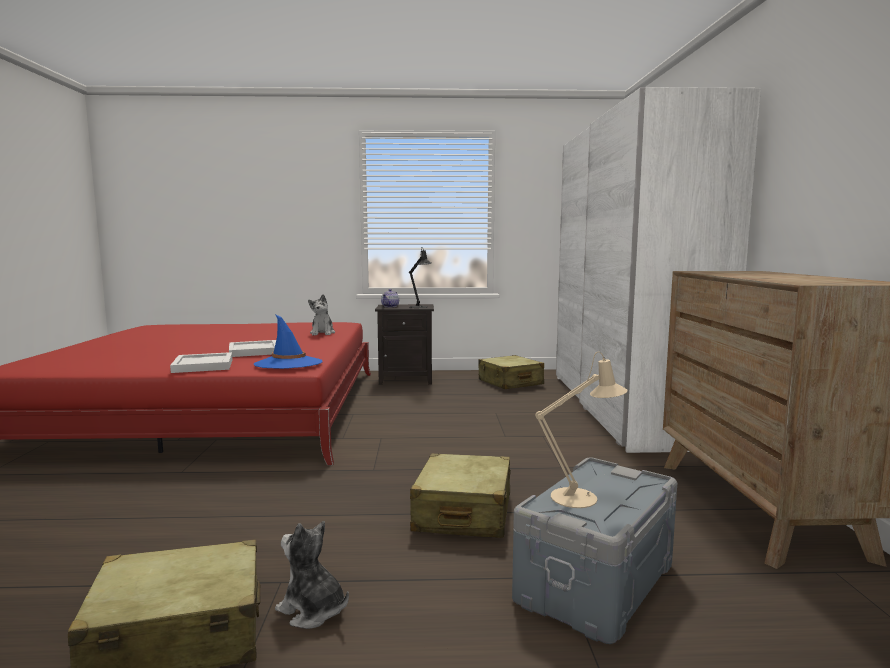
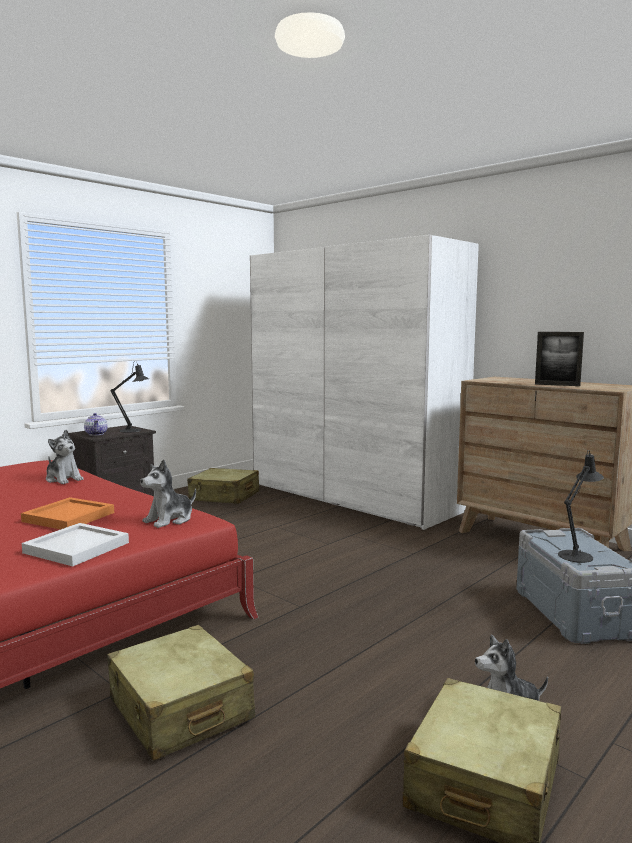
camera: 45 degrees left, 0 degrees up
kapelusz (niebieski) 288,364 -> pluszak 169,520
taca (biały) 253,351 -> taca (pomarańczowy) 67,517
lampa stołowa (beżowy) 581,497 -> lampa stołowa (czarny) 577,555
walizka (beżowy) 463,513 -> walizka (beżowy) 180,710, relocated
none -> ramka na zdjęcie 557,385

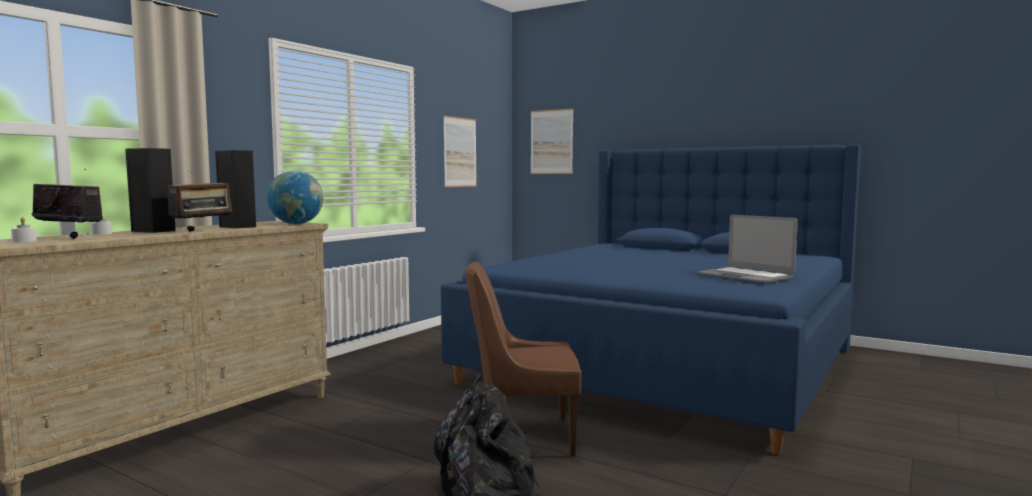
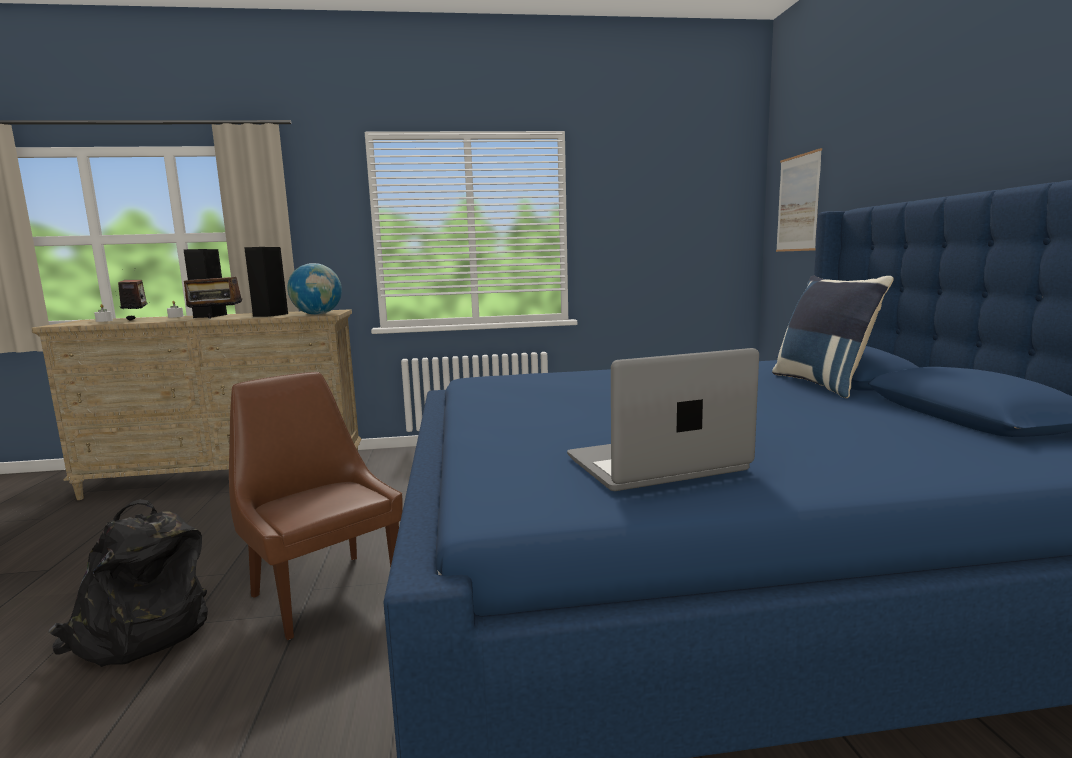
camera: 50 degrees right, 5 degrees up
obraz 460,152 -> none
laptop 745,276 -> laptop 656,465, 60 degrees clockwise
none -> poduszka (niebieski) 824,384

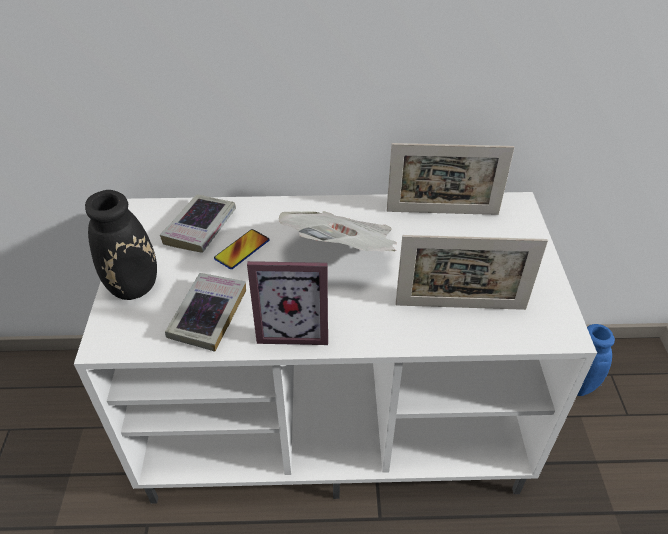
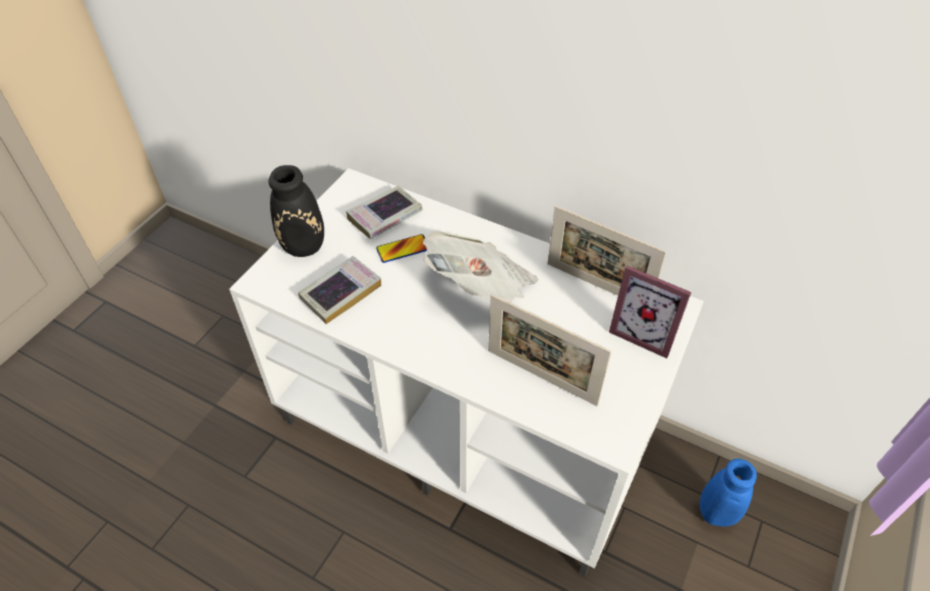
camera: 30 degrees right, 5 degrees up
ramka na zdjęcie 293,328 -> ramka na zdjęcie 644,333, relocated

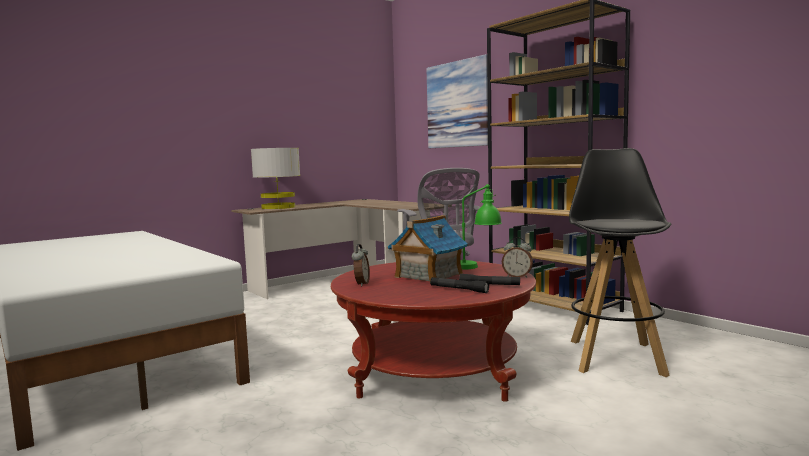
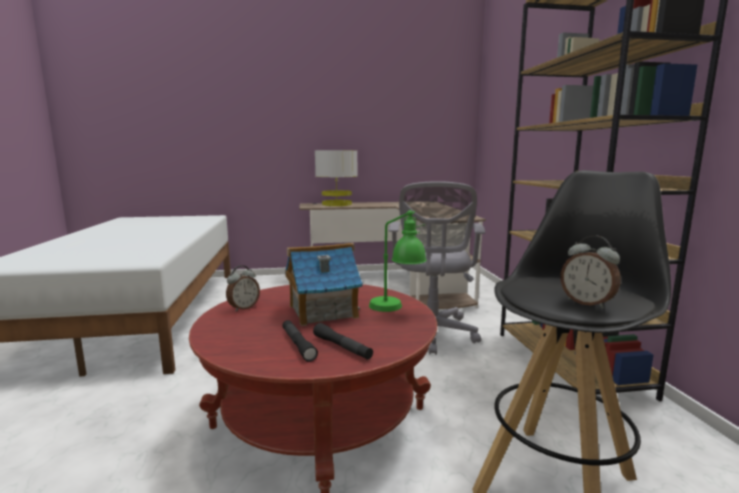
camera: 30 degrees right, 5 degrees up
obraz 457,104 -> none
budzik 517,277 -> budzik 587,303, relocated

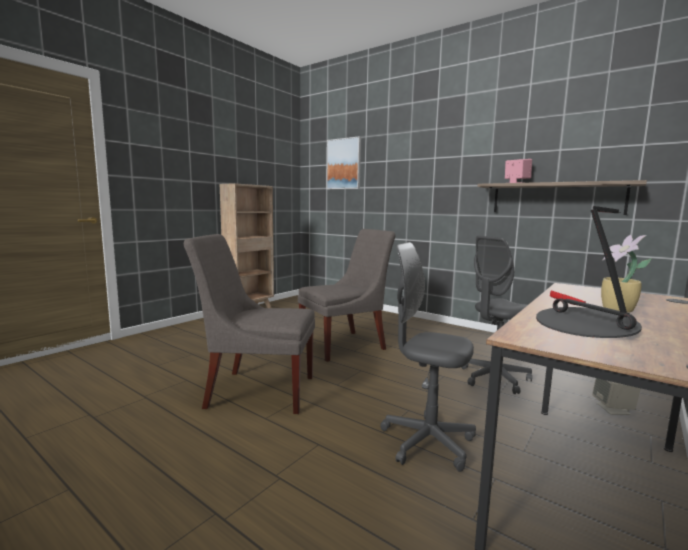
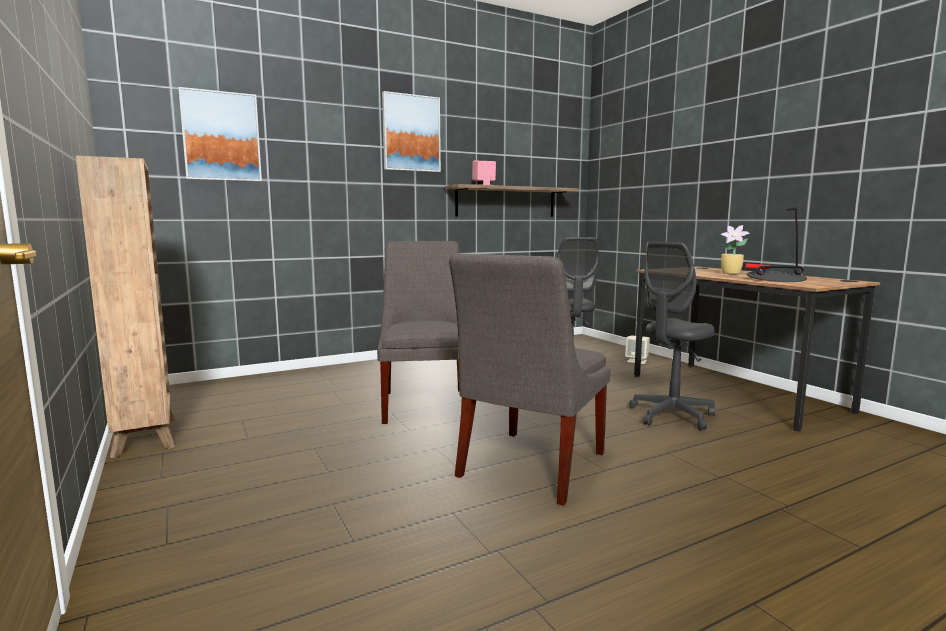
camera: 65 degrees left, 0 degrees up
none -> obraz 411,133

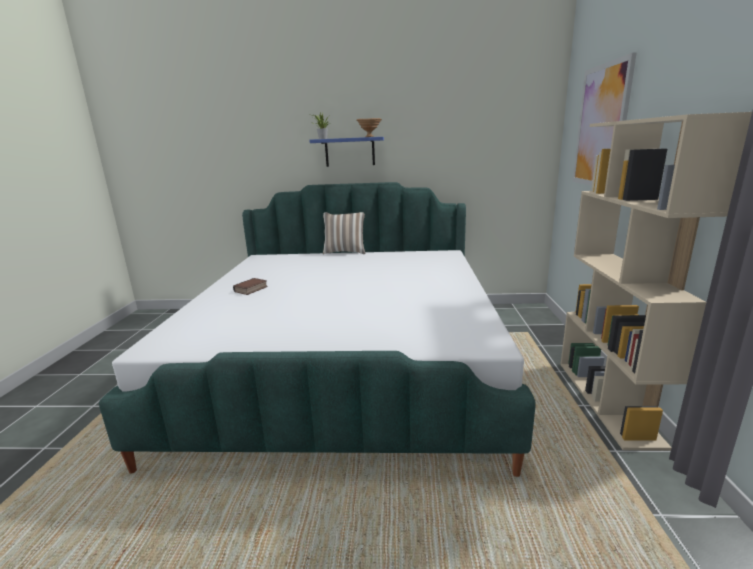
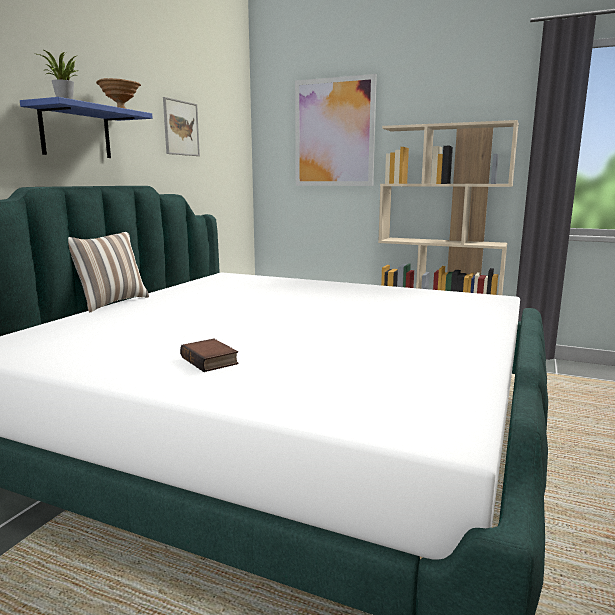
camera: 70 degrees left, 5 degrees down
none -> obraz 181,128

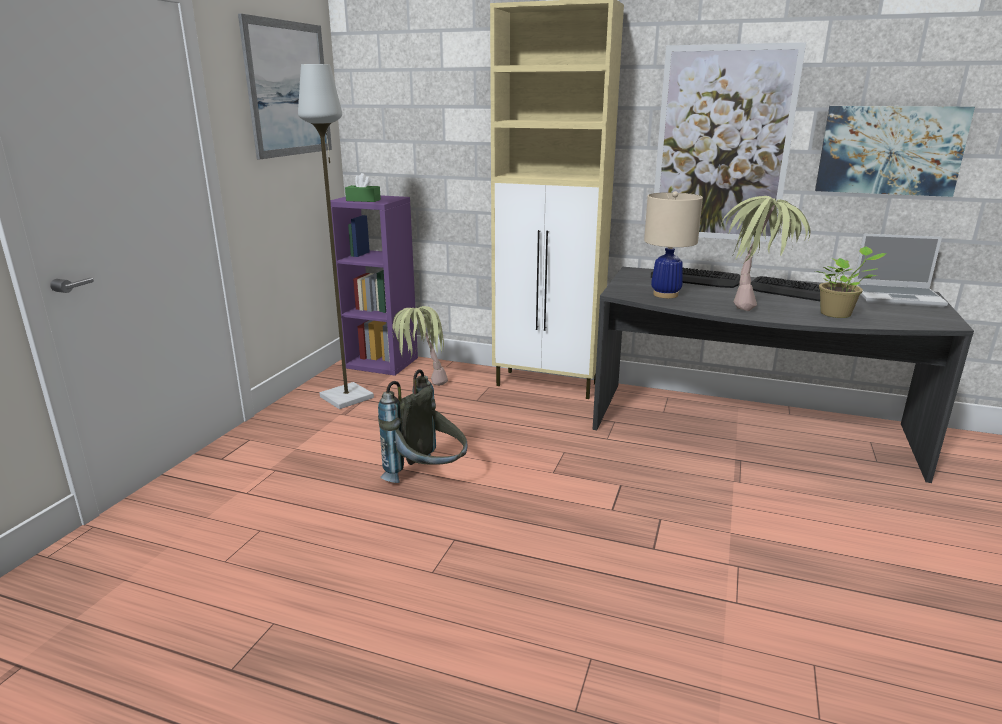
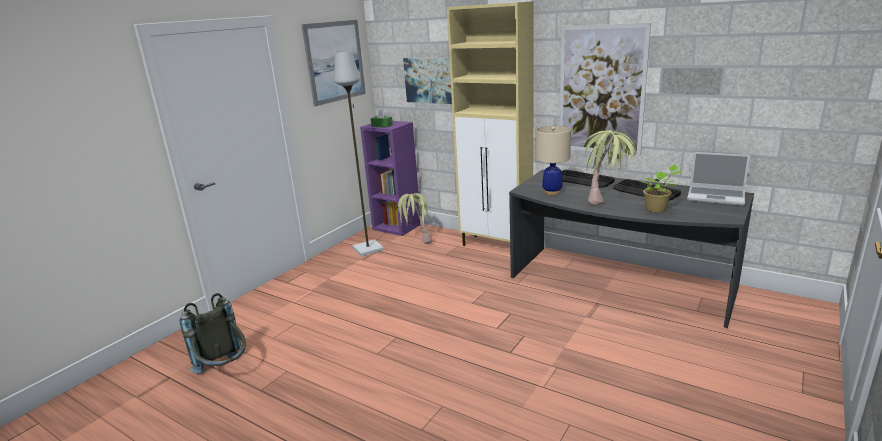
camera: 15 degrees right, 0 degrees up
obraz 889,150 -> obraz 433,80, relocated
plecak (szary) 429,479 -> plecak (szary) 225,371, relocated

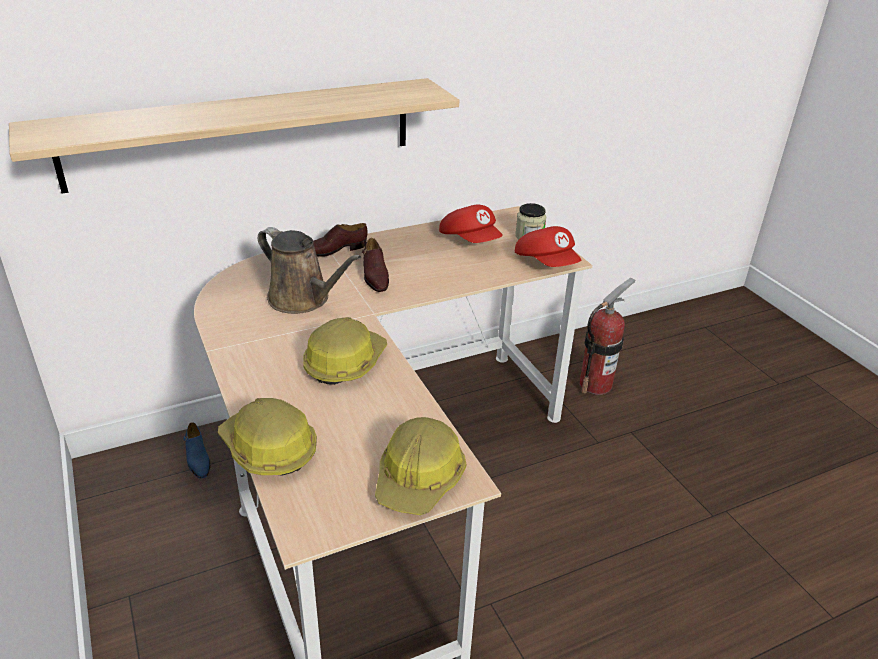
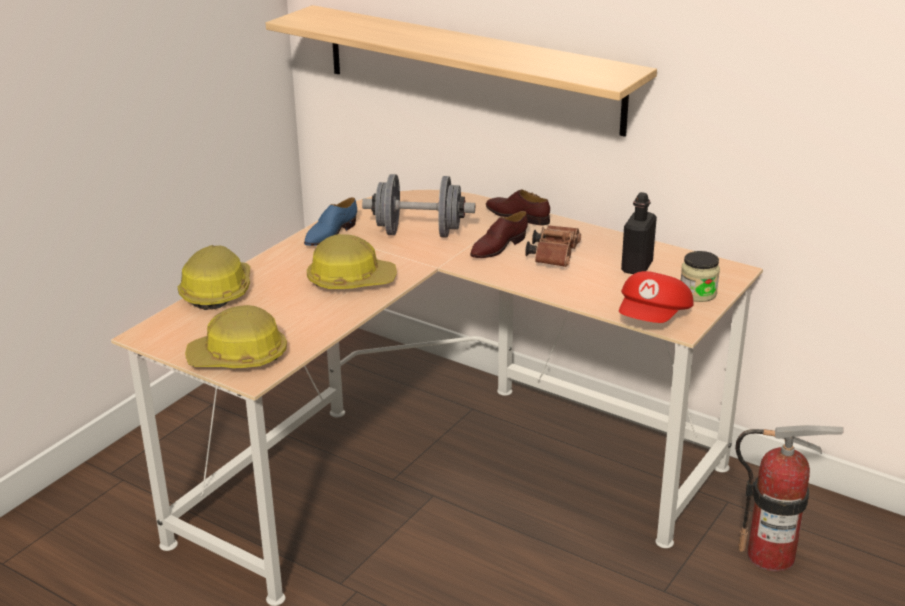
camera: 60 degrees right, 5 degrees down
czapka z daszkiem (czerwony) 470,240 -> butelka (czarny) 637,267
konewka (brązowy) 303,299 -> hantel (szary) 419,233
but (niebieski) 197,459 -> but (niebieski) 330,234, relocated
none -> lornetka (brązowy) 554,256

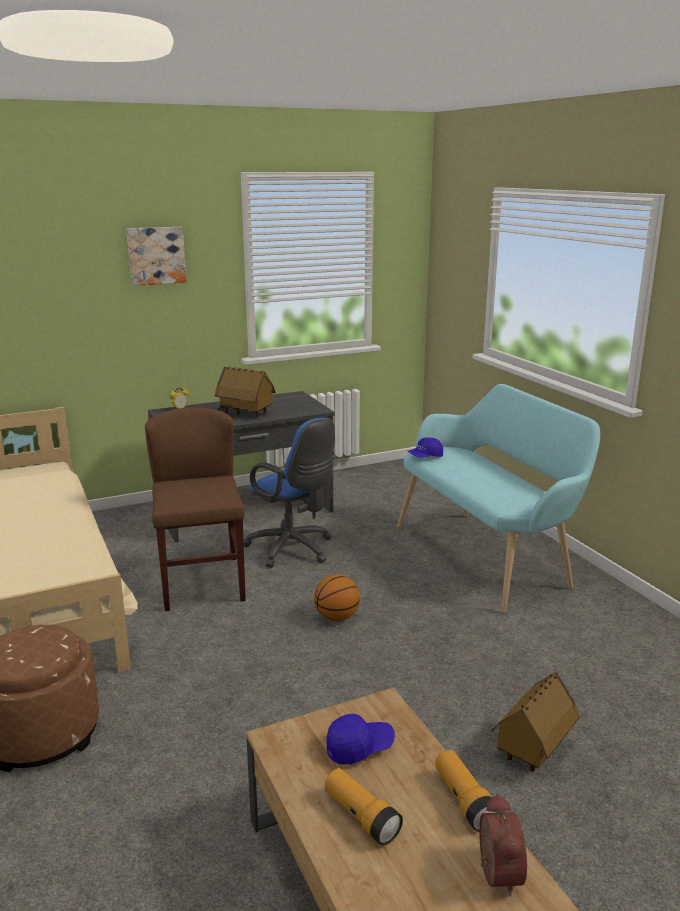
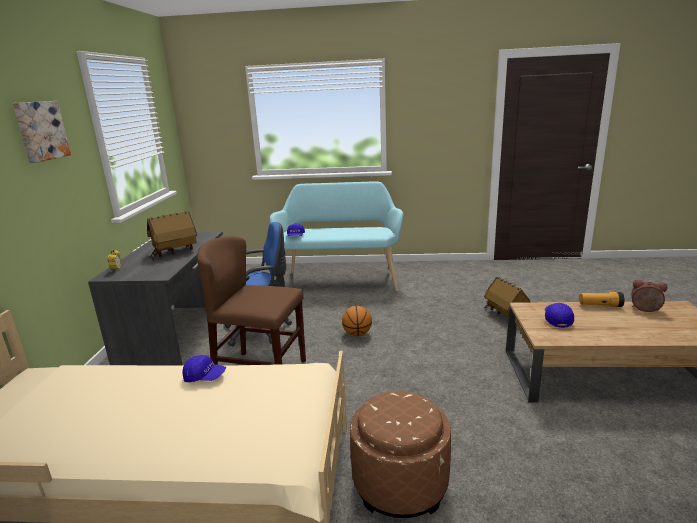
camera: 60 degrees left, 0 degrees up
latarka 361,816 -> none
none -> czapka z daszkiem (niebieski) 205,377

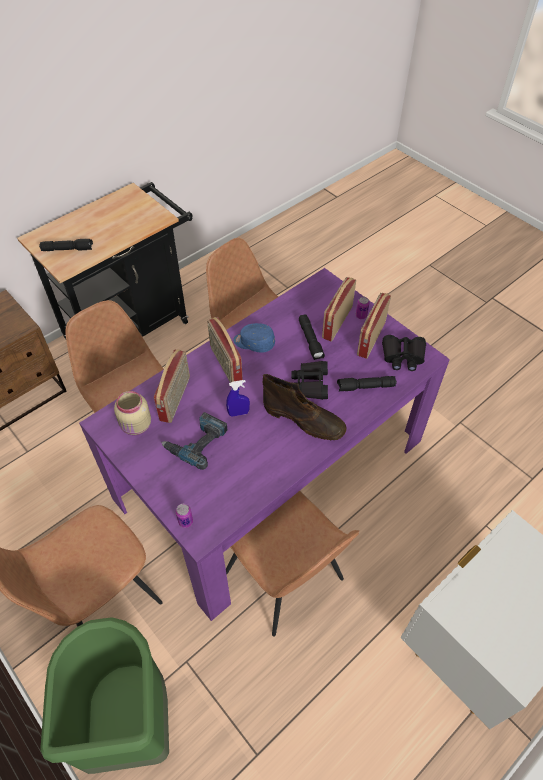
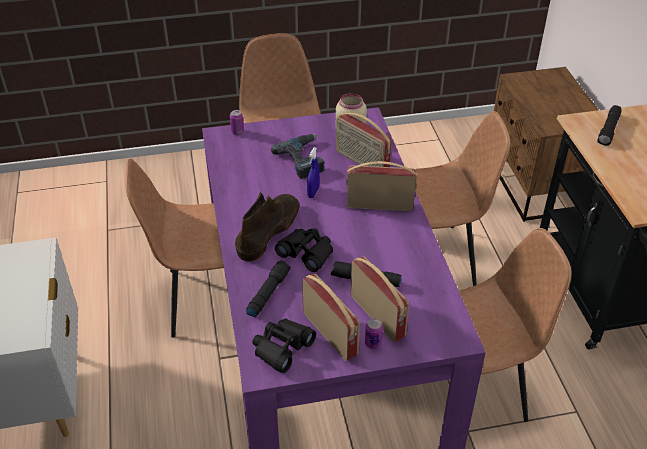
camera: 120 degrees right, 10 degrees down
czapka z daszkiem (niebieski) 254,343 -> none
but z cholewką (brązowy) 304,420 -> but z cholewką (brązowy) 269,231, 150 degrees clockwise
kosz na śmieci (zielony) 130,721 -> none

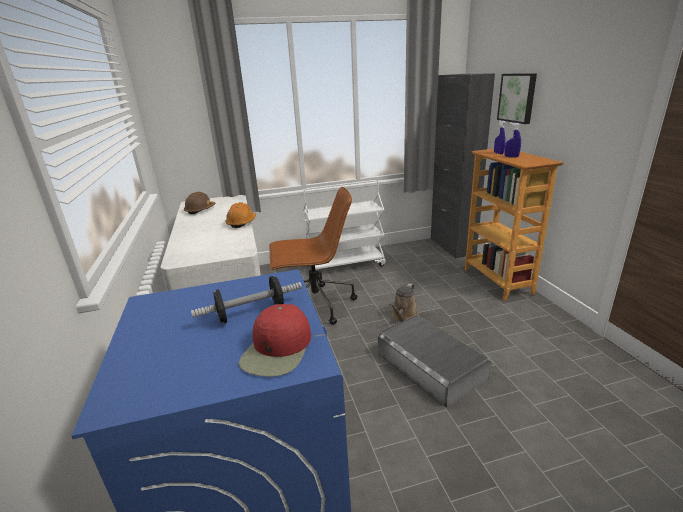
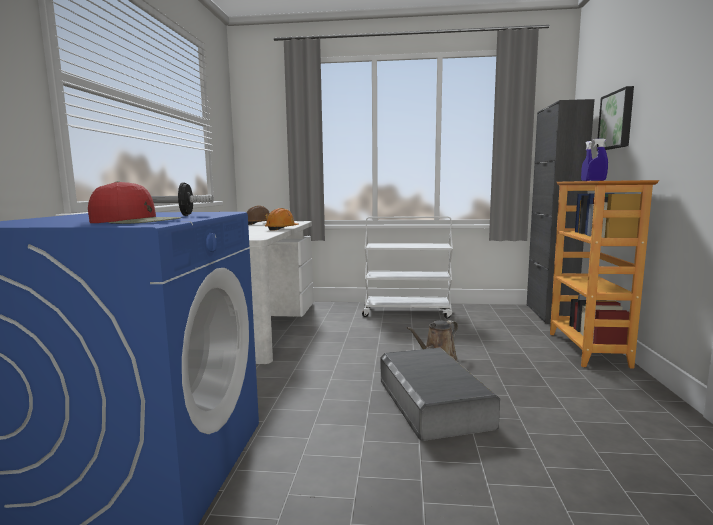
camera: 20 degrees right, 15 degrees down
krzesło biurowe (brązowy) 315,305 -> none
czapka z daszkiem (czerwony) 278,349 -> czapka z daszkiem (czerwony) 136,221, 120 degrees counterclockwise

